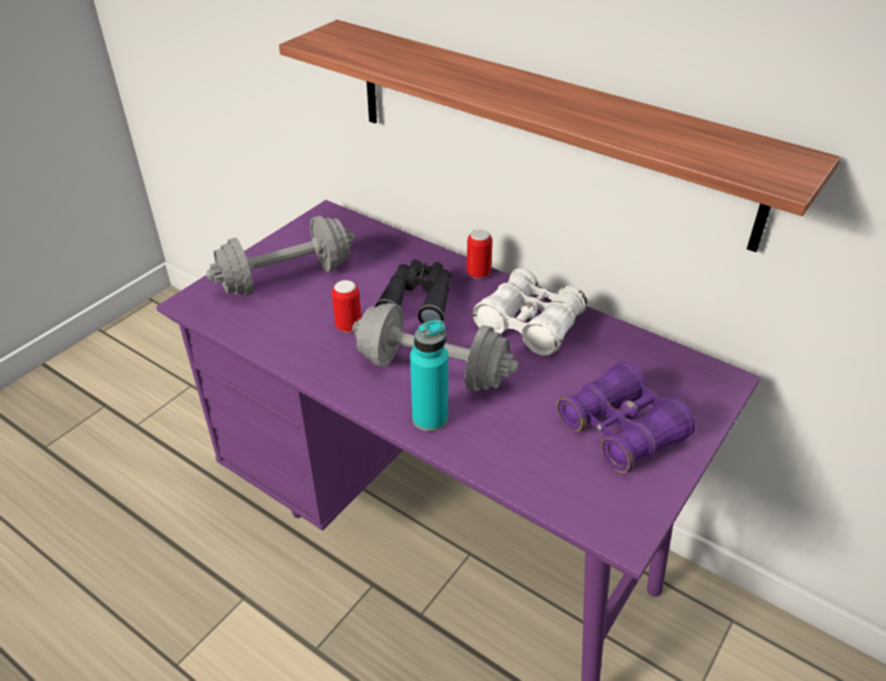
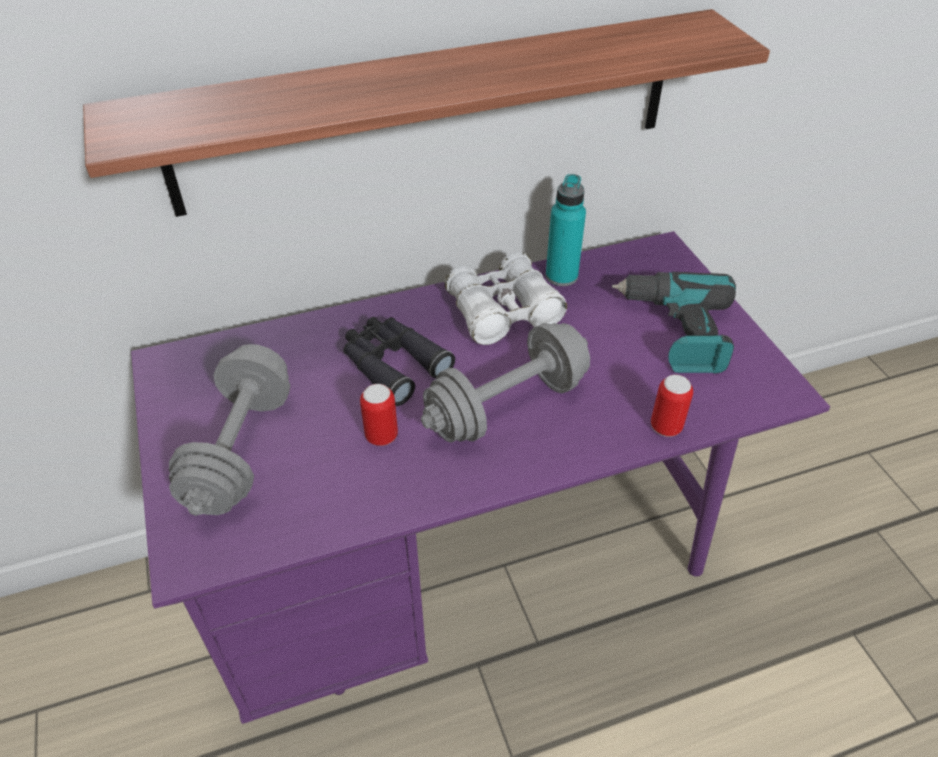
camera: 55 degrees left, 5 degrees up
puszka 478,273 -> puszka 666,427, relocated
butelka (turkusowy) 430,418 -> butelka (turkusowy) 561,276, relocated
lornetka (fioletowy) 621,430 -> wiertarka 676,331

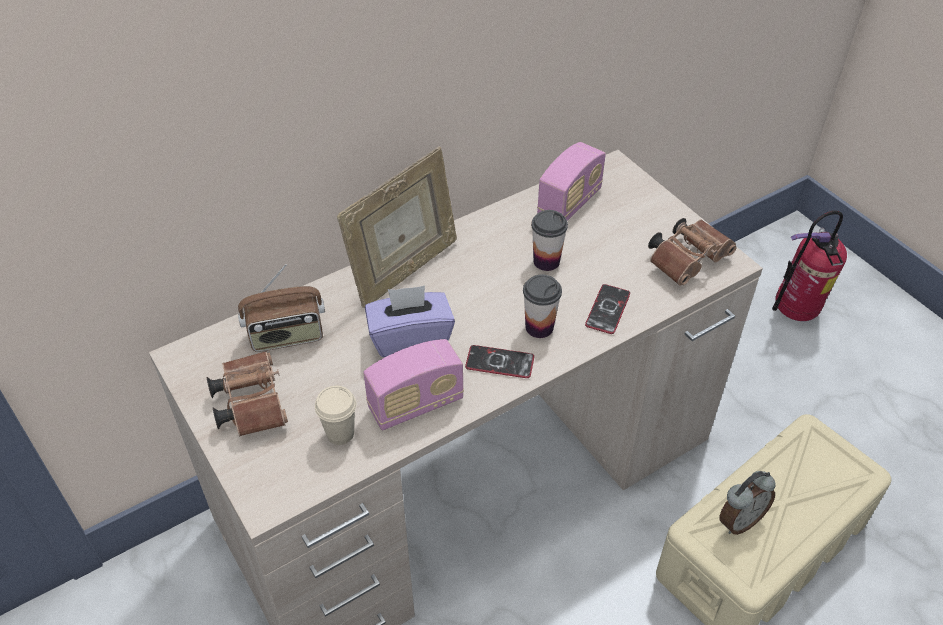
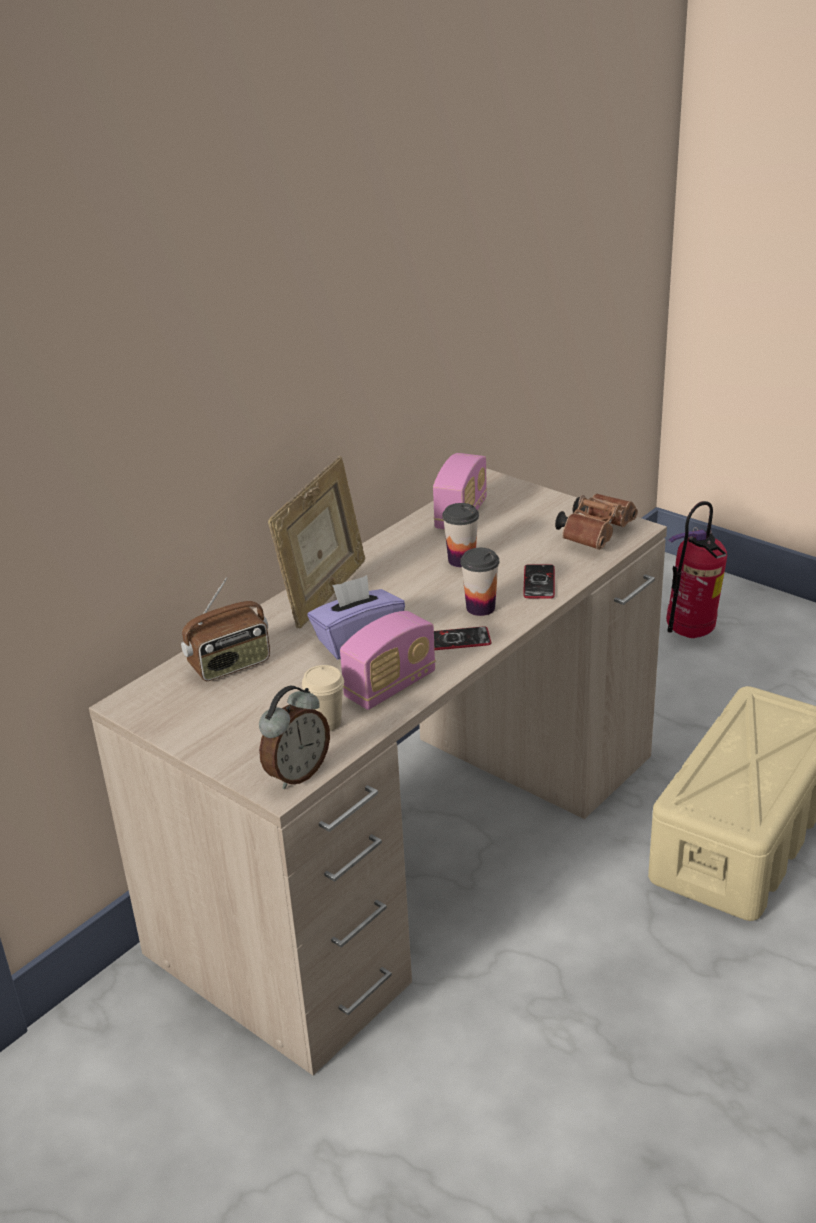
camera: 15 degrees left, 15 degrees down
lornetka (brązowy) 251,402 -> none
budzik 739,520 -> budzik 296,773, relocated

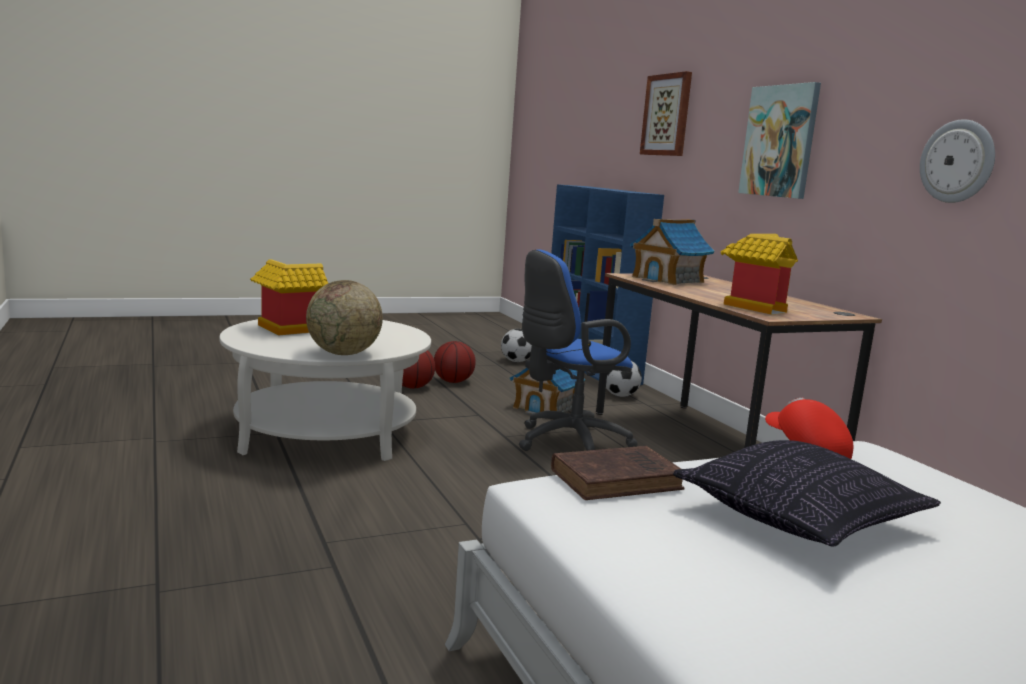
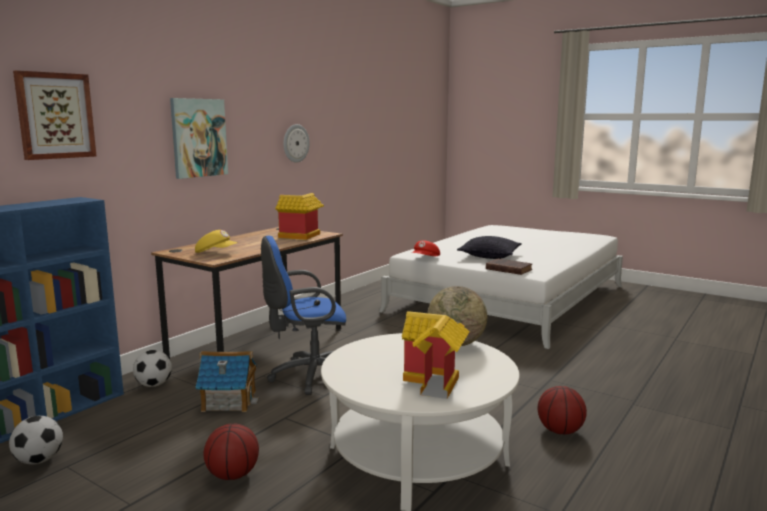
camera: 120 degrees left, 0 degrees up
domek 668,279 -> czapka z daszkiem (żółty) 216,253
krzesło biurowe (niebieski) 567,443 -> krzesło biurowe (niebieski) 309,376, 135 degrees clockwise
piłka do koszykówki 453,381 -> piłka do koszykówki 560,431, relocated

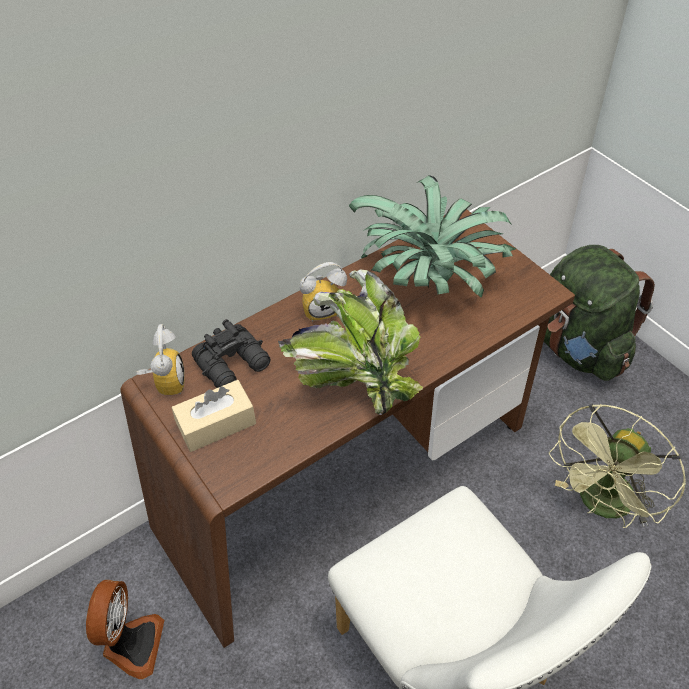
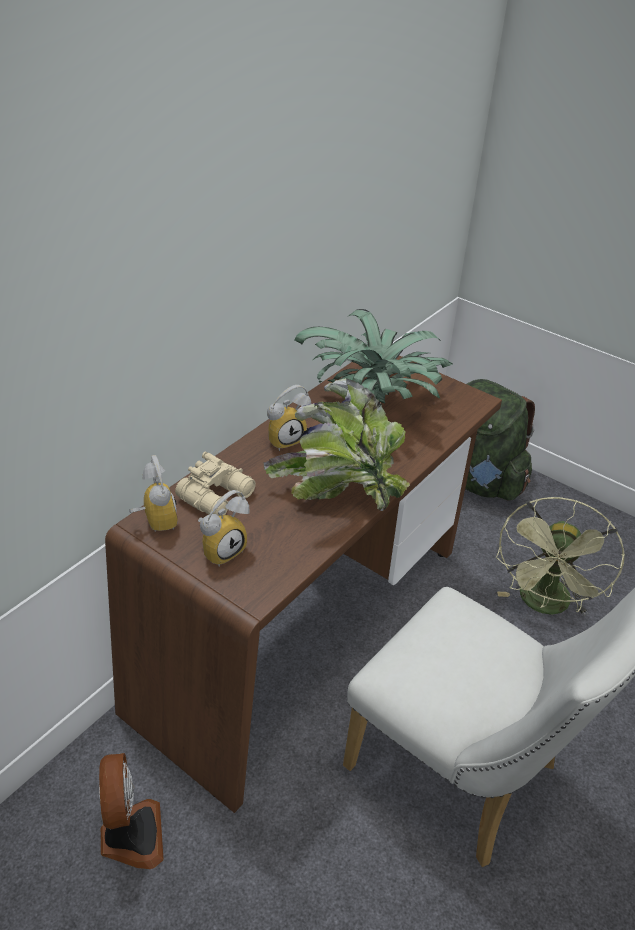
camera: 20 degrees left, 10 degrees down
lornetka (czarny) 234,364 -> lornetka (beżowy) 218,496
pudełko chusteczek (beżowy) 216,424 -> budzik 222,549

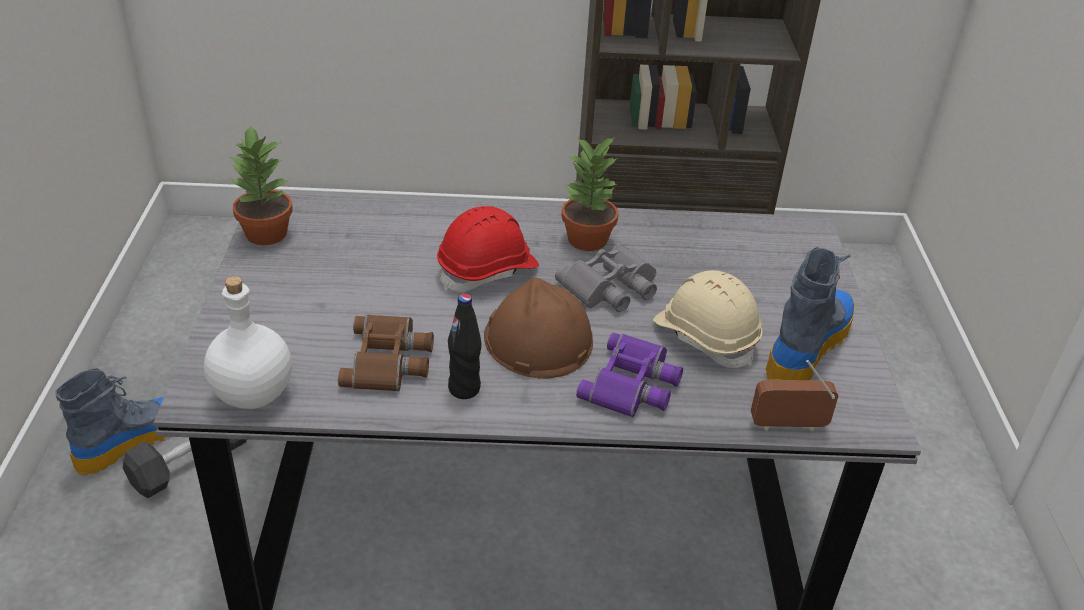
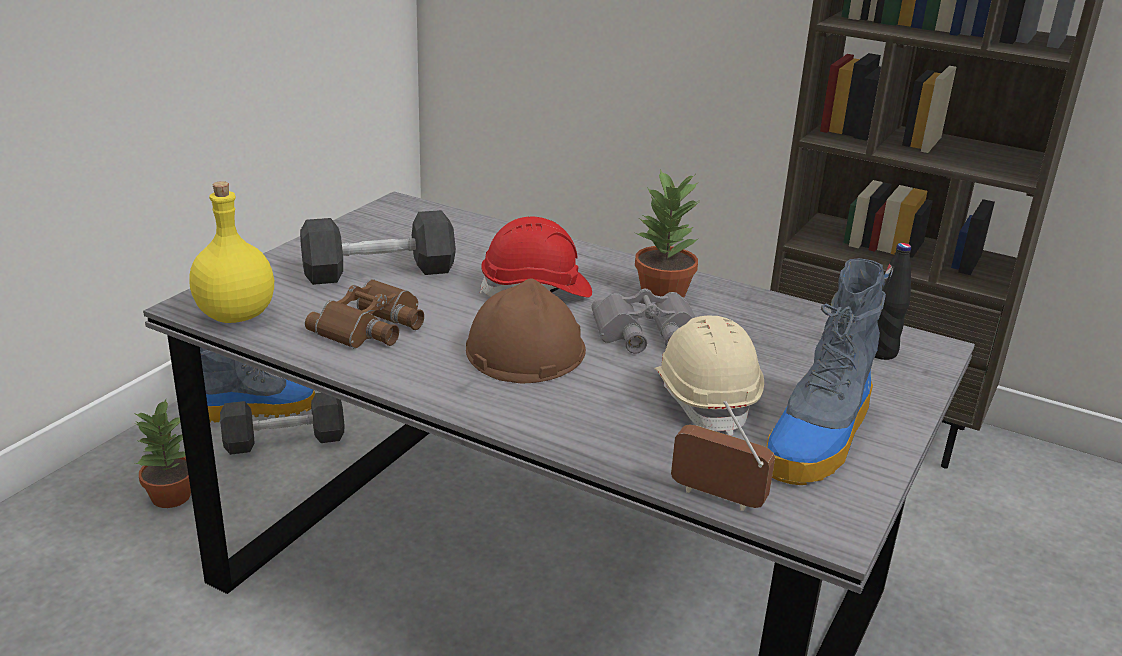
camera: 30 degrees right, 10 degrees down
roślina doniczkowa 266,234 -> roślina doniczkowa 170,497, relocated
but z cholewką 807,346 -> but z cholewką 819,439, 150 degrees clockwise
butelka (biały) 252,393 -> butelka (żółty) 236,314
butelka (czarny) 464,389 -> butelka (czarny) 881,352, relocated
lornetka (fioletowy) 633,384 -> none
none -> hantel (czarny) 379,272

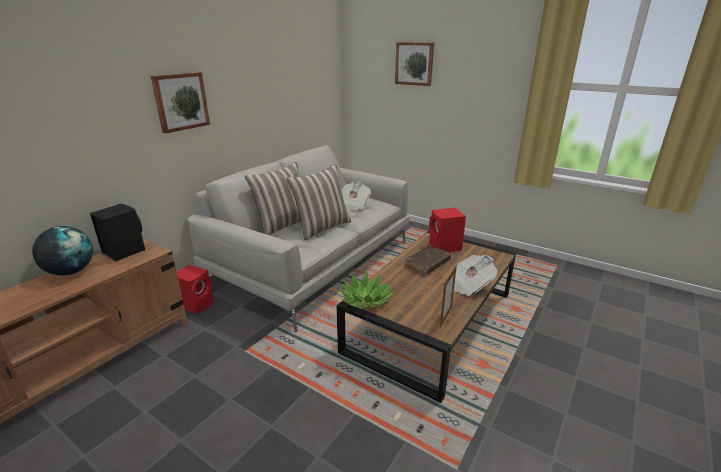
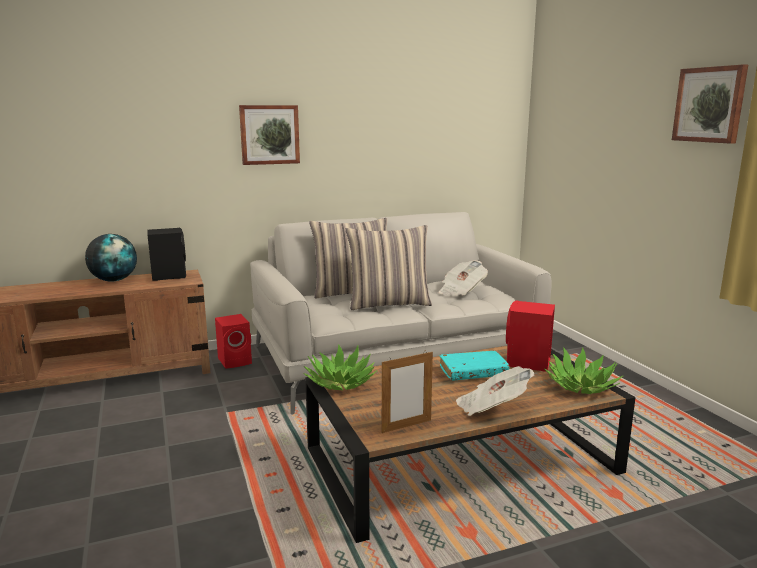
camera: 35 degrees right, 10 degrees down
obraz 414,63 -> obraz 710,104, relocated
książka (brązowy) 427,264 -> książka (turkusowy) 473,372
none -> roślina doniczkowa 581,386

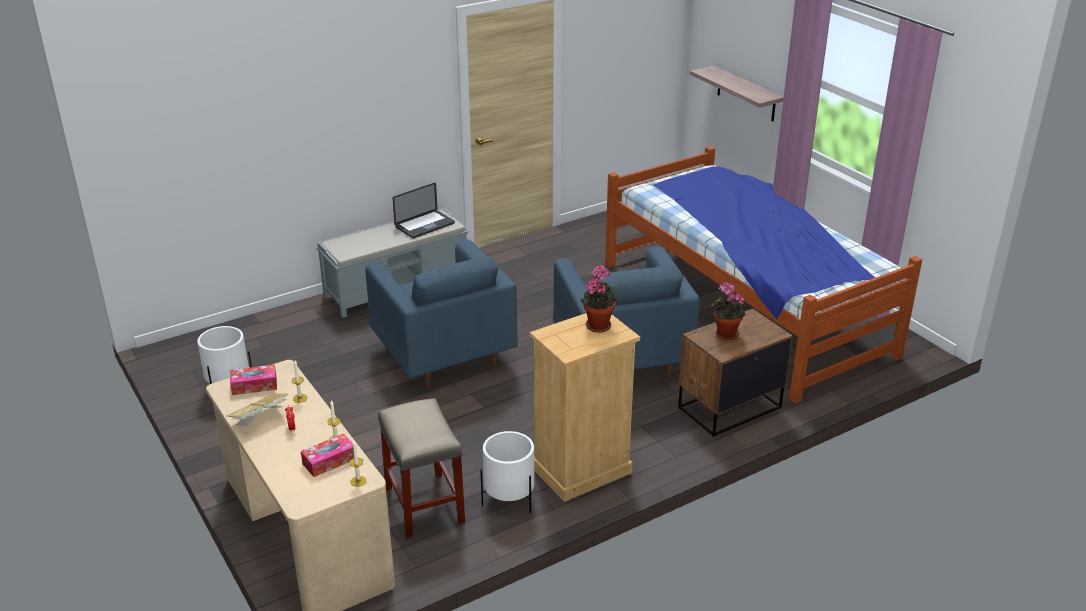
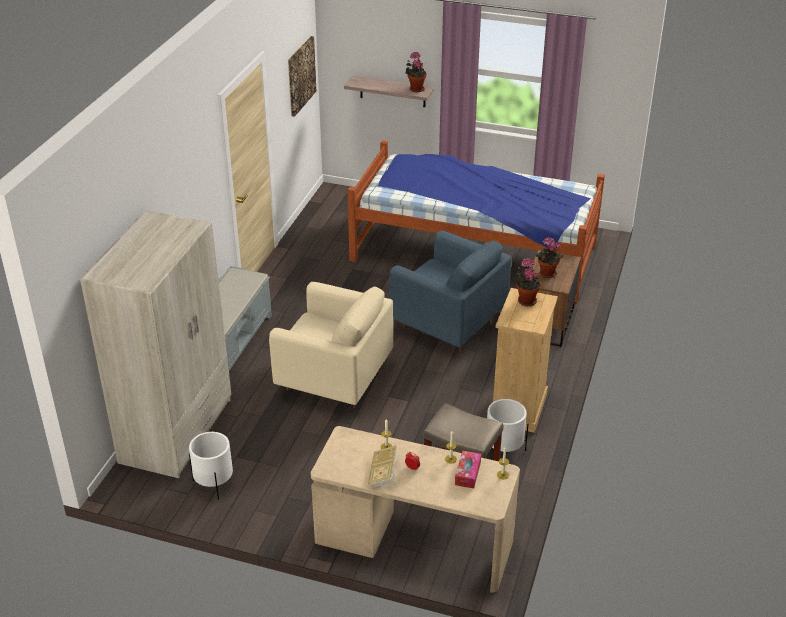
camera: 40 degrees left, 5 degrees up
laptop 425,225 -> none
fotel (niebieski) 443,356 -> fotel (beżowy) 333,380
pudełko chusteczek 254,385 -> none
none -> obraz 301,75
none -> roślina doniczkowa 415,89
none -> szafa (beżowy) 177,430

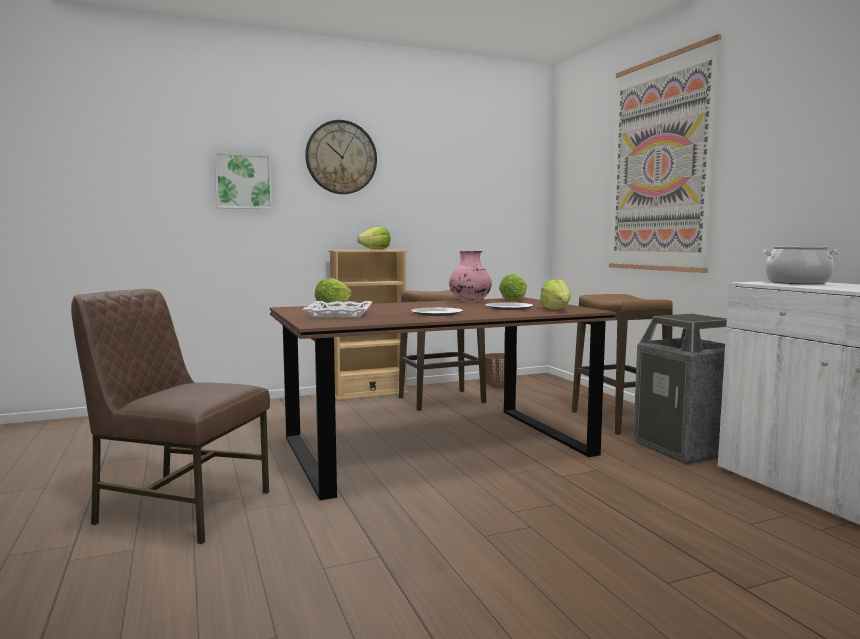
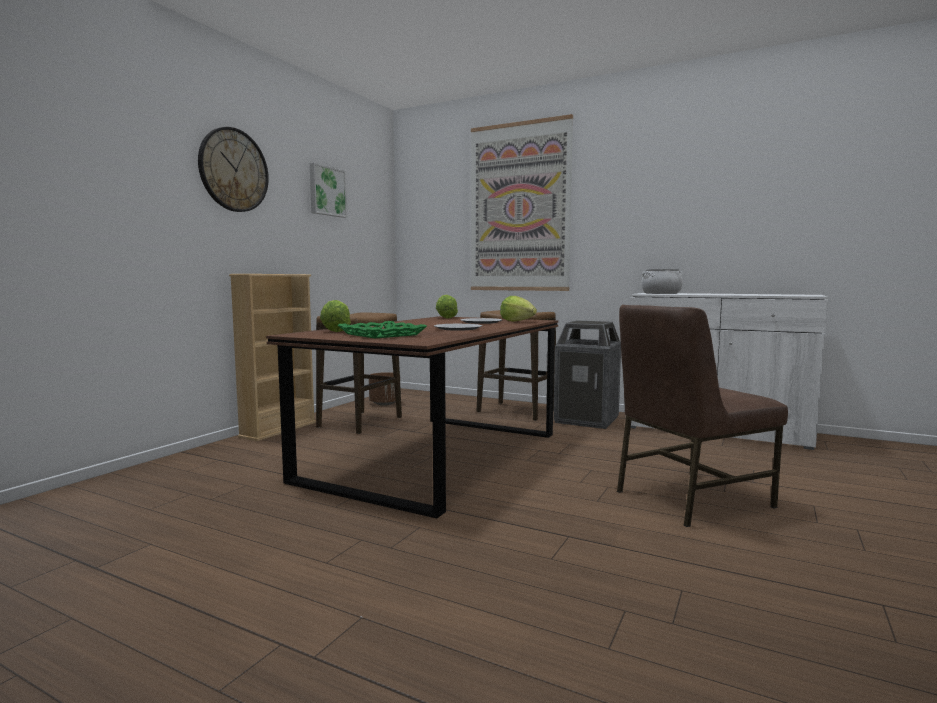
camera: 40 degrees left, 0 degrees up
obraz 243,181 -> obraz 327,191, relocated
sałata 375,249 -> none
wazon (różowy) 469,302 -> none
krzesło (brązowy) 181,507 -> krzesło (brązowy) 689,498, relocated
taca (biały) 339,314 -> taca (zielony) 381,334

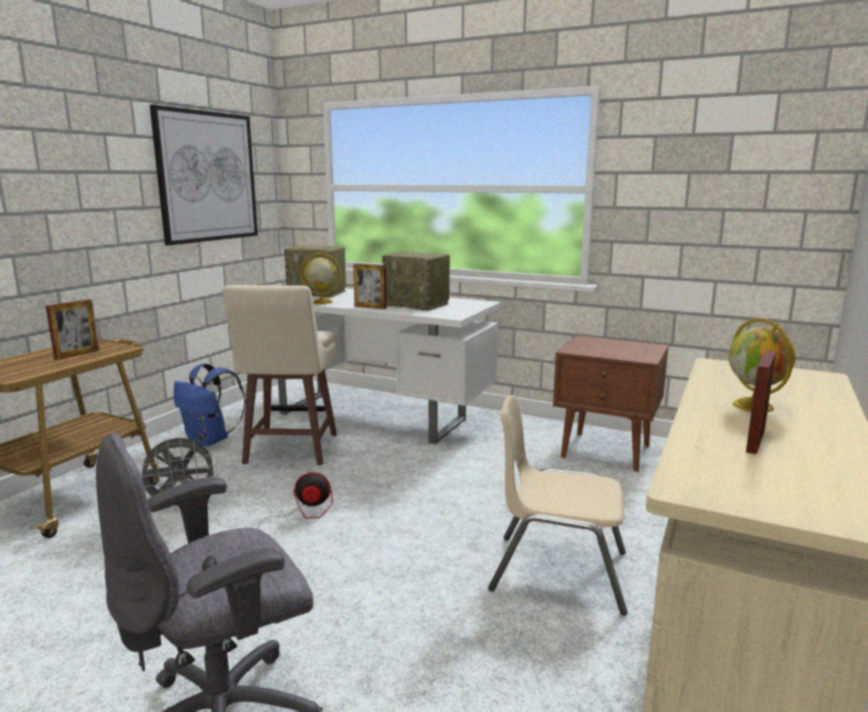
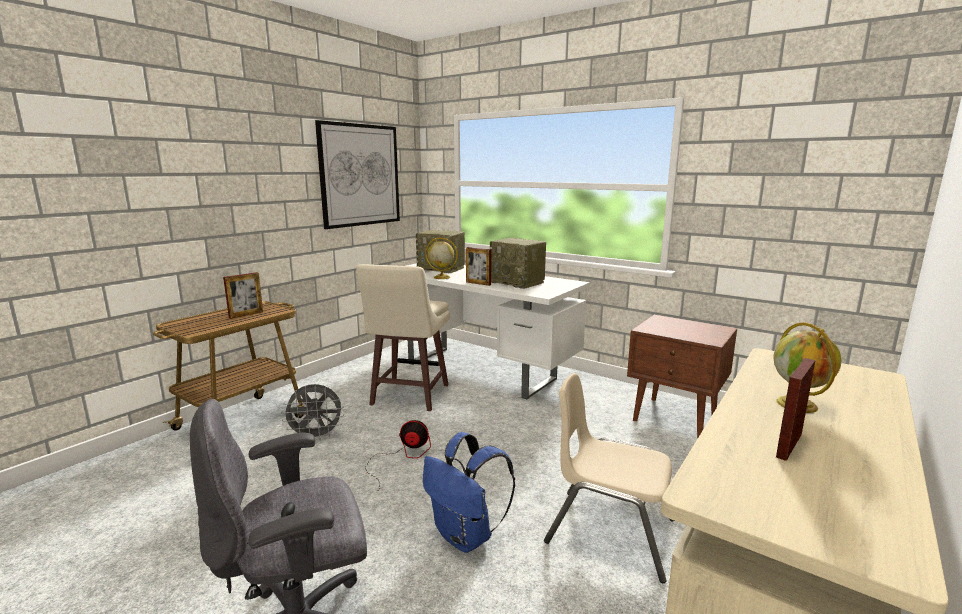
camera: 10 degrees right, 0 degrees up
plecak (niebieski) 210,440 -> plecak (niebieski) 466,536, relocated

